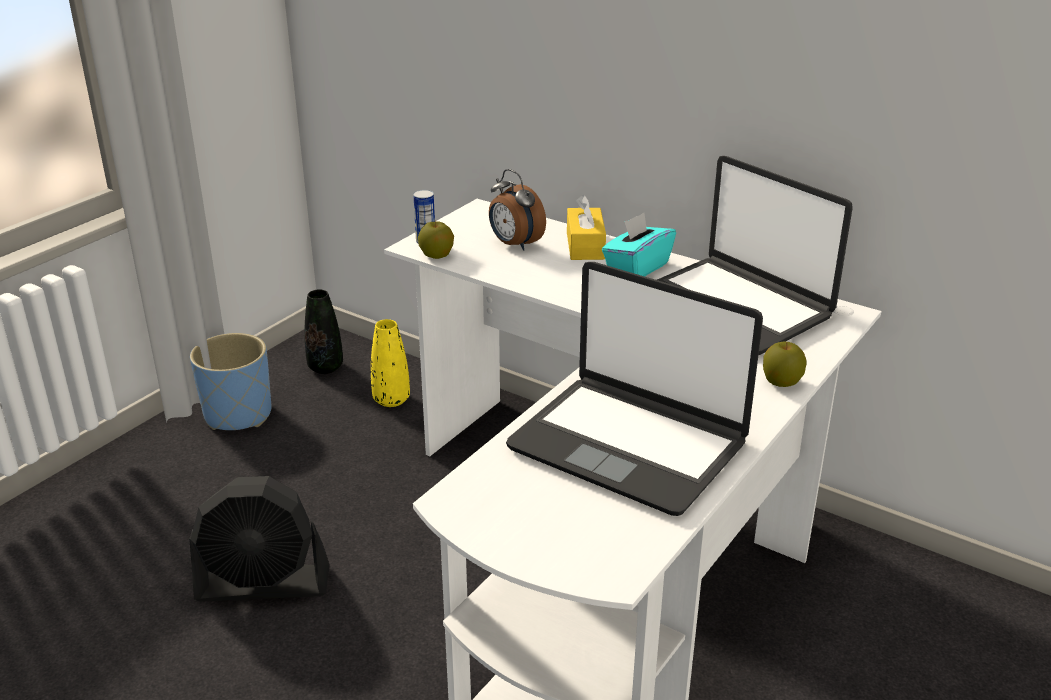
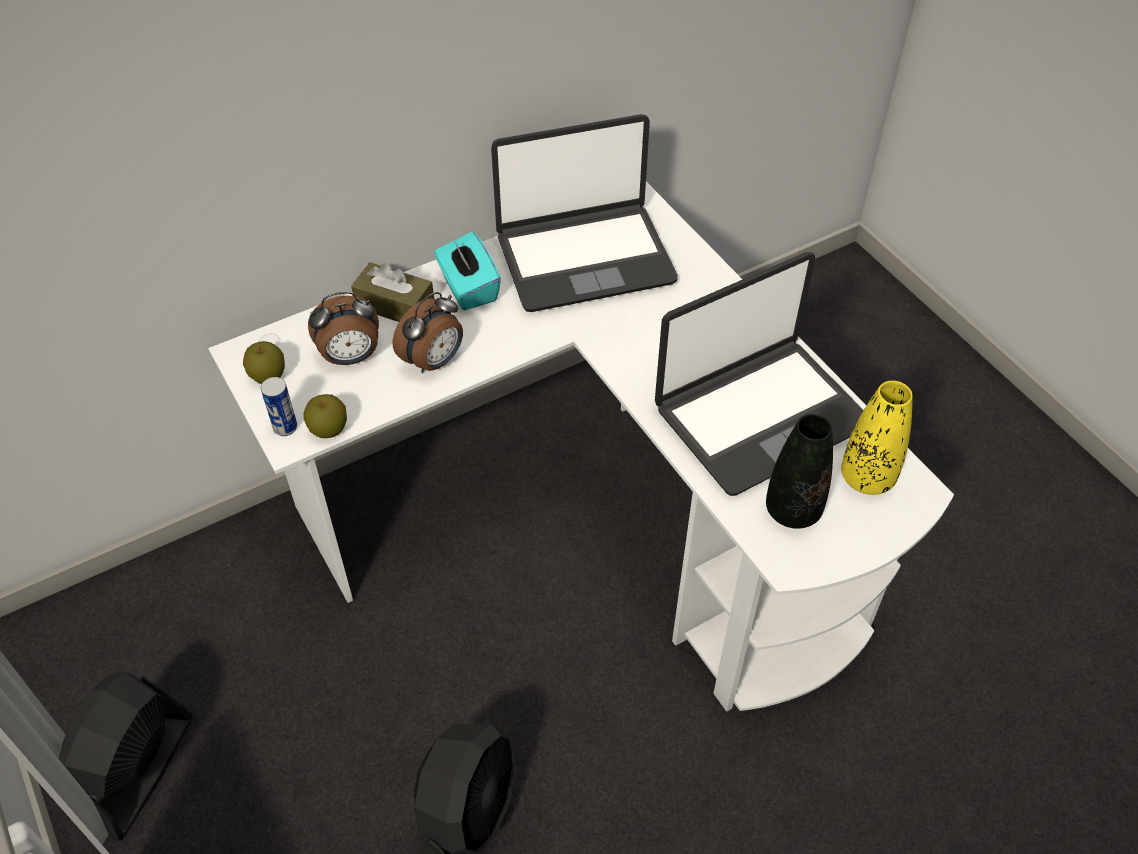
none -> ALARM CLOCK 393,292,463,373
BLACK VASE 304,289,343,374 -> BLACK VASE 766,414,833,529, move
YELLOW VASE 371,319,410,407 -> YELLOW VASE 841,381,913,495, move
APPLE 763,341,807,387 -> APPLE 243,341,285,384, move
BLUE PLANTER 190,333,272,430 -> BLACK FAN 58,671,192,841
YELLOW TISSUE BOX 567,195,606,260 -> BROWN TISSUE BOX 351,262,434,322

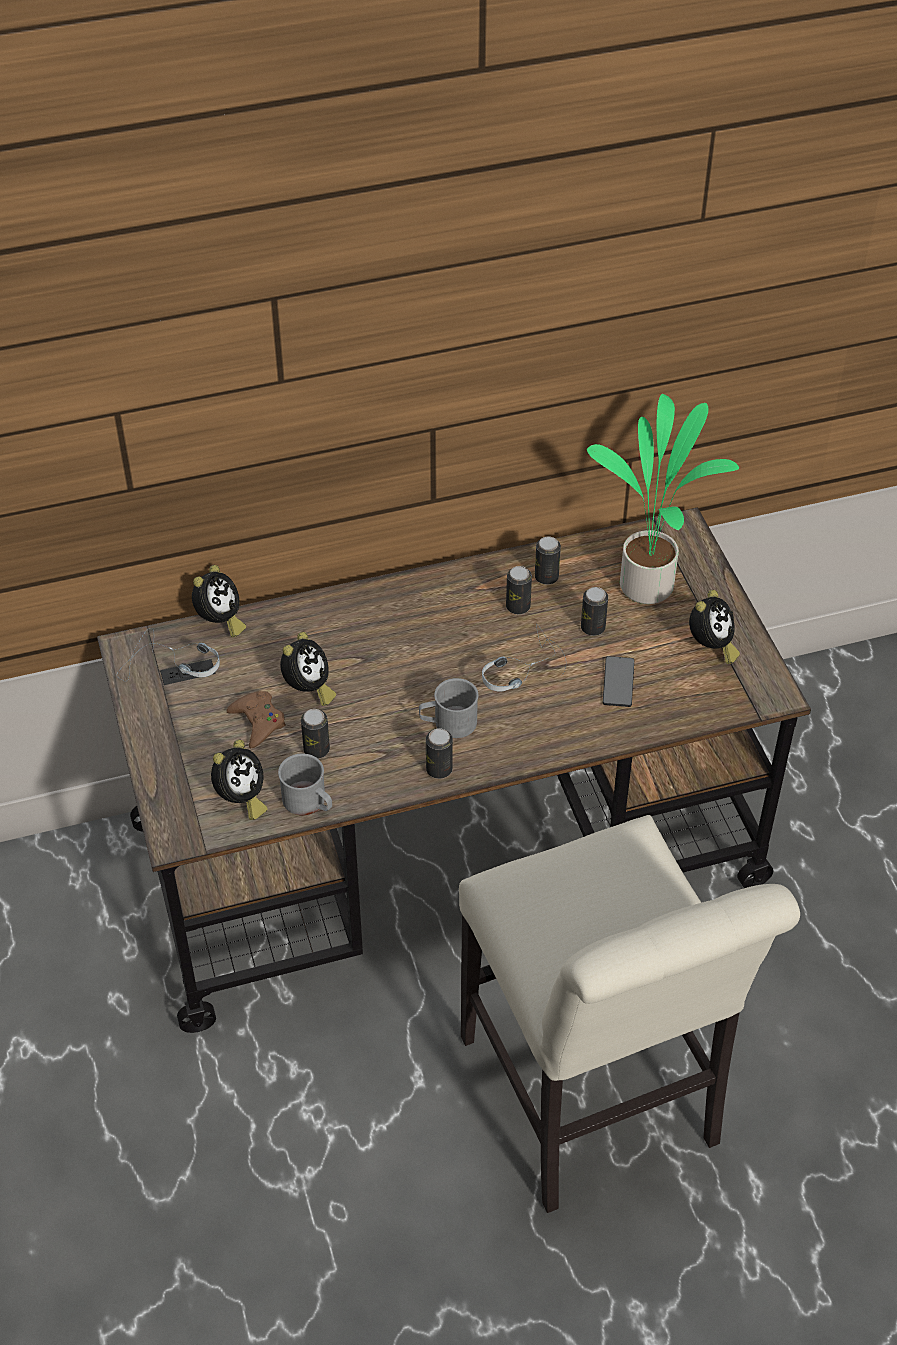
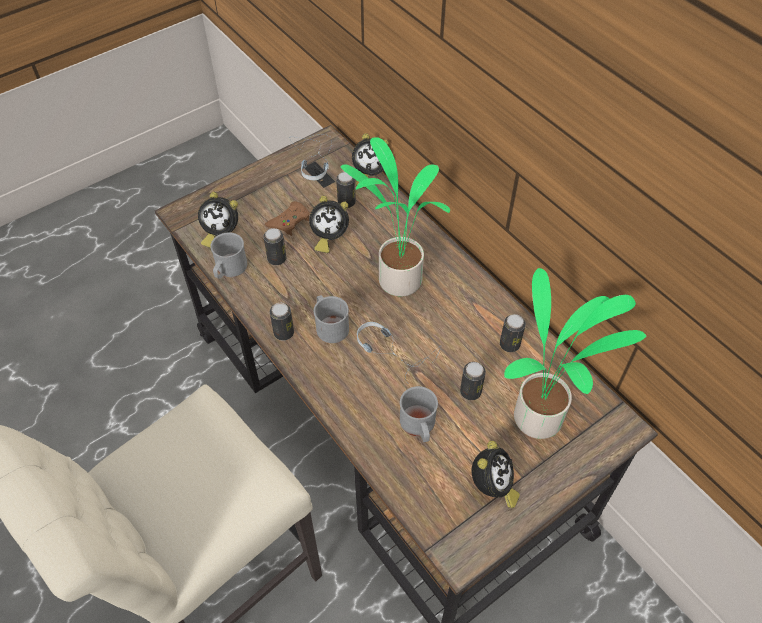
none -> POTTED PLANT 340,137,450,296
CAN 506,566,532,614 -> CAN 336,172,356,208, move
PHONE 603,656,634,707 -> GREY MUG 400,386,438,442
ALARM CLOCK 689,590,740,664 -> ALARM CLOCK 472,441,520,508, 75 degrees counterclockwise

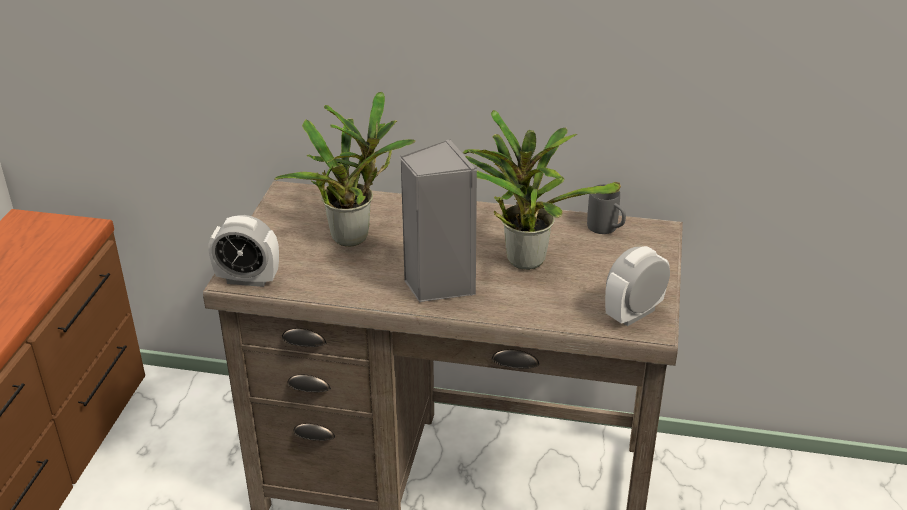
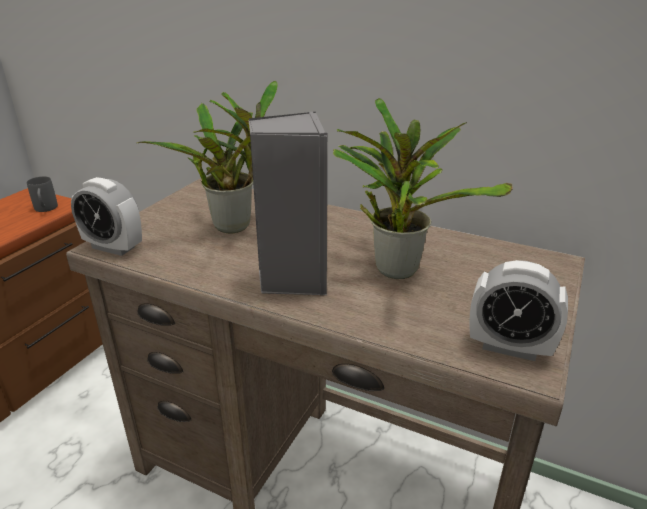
GREY MUG 587,184,626,234 -> GREY MUG 27,176,58,212, move
ALARM CLOCK 605,246,670,326 -> ALARM CLOCK 469,260,568,361, 135 degrees counterclockwise

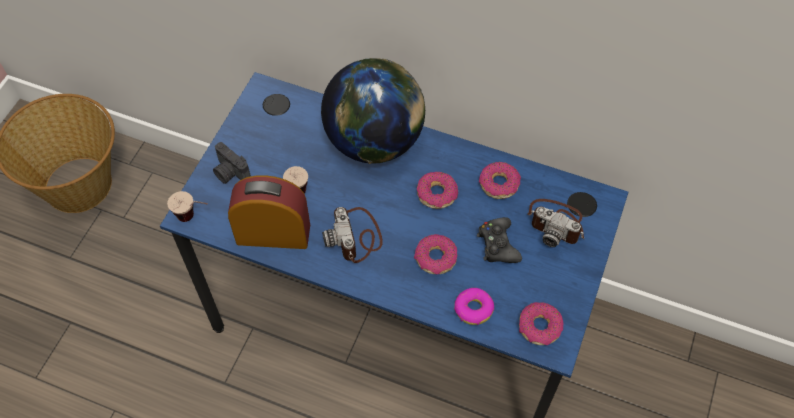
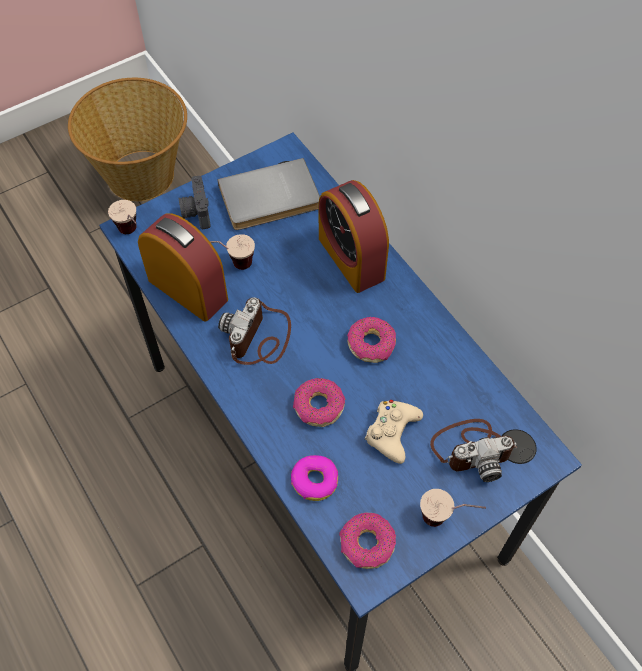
DONUT 479,162,521,199 -> none
none -> GREY BOOK 217,158,320,230
none -> CUP 420,489,486,527
GLOBE 321,58,425,164 -> ALARM CLOCK 319,180,389,293
BLACK GAME CONTROLLER 477,217,522,263 -> BEIGE GAME CONTROLLER 365,400,423,464
PHOTO CAMERA 527,199,584,247 -> PHOTO CAMERA 430,419,517,482, 75 degrees counterclockwise

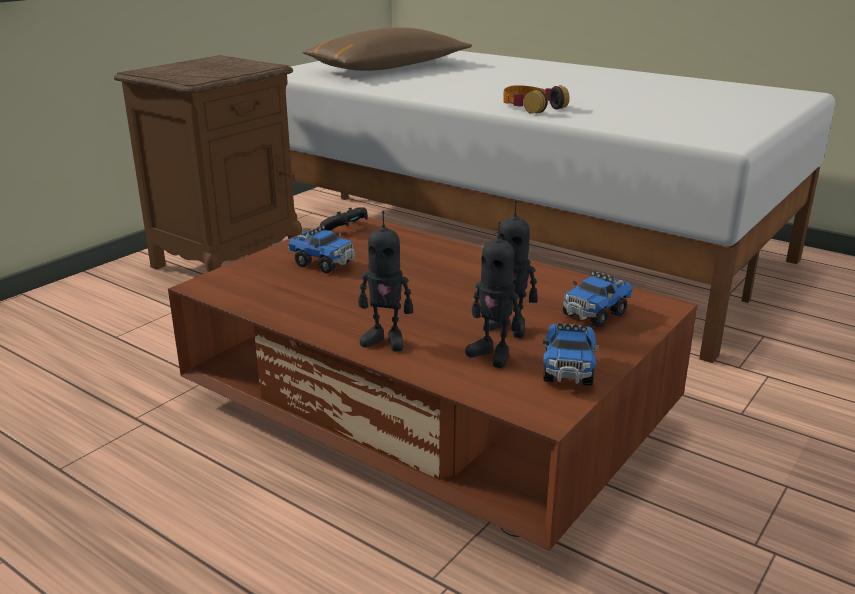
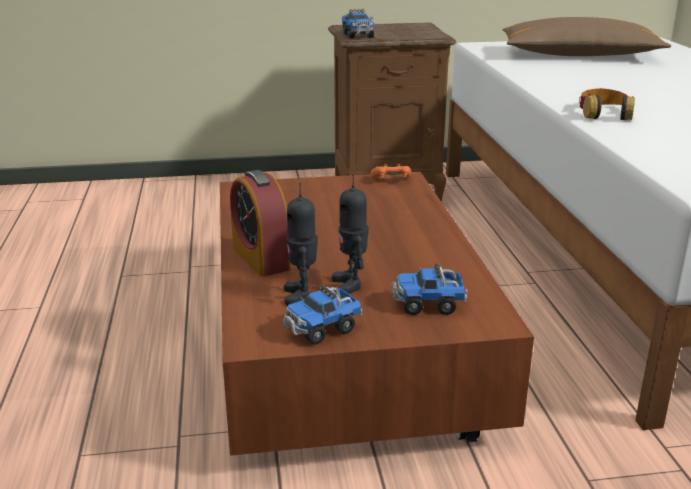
TOY TRUCK 288,225,355,273 -> TOY TRUCK 342,9,374,39, move
TOY ROBOT 358,211,413,351 -> ALARM CLOCK 230,170,291,277
BLACK GAME CONTROLLER 320,207,368,231 -> ORANGE GAME CONTROLLER 371,164,411,178

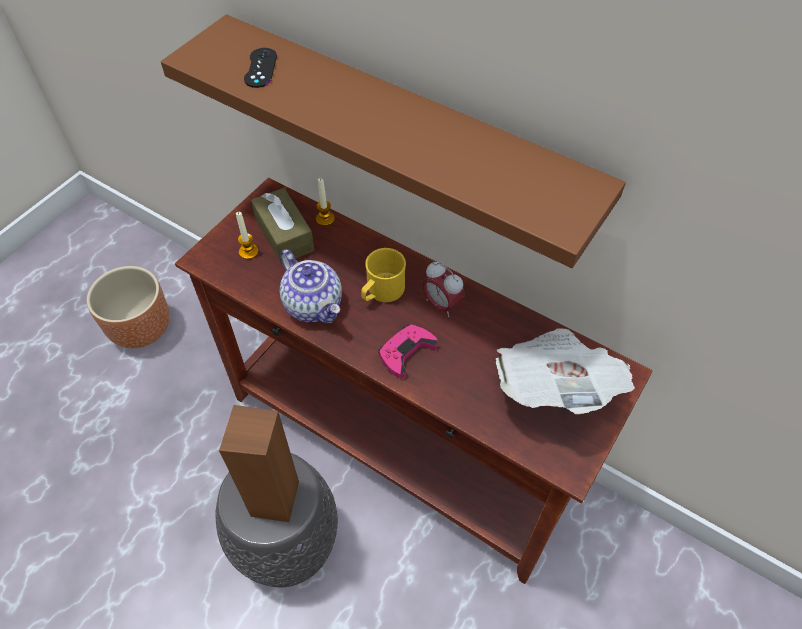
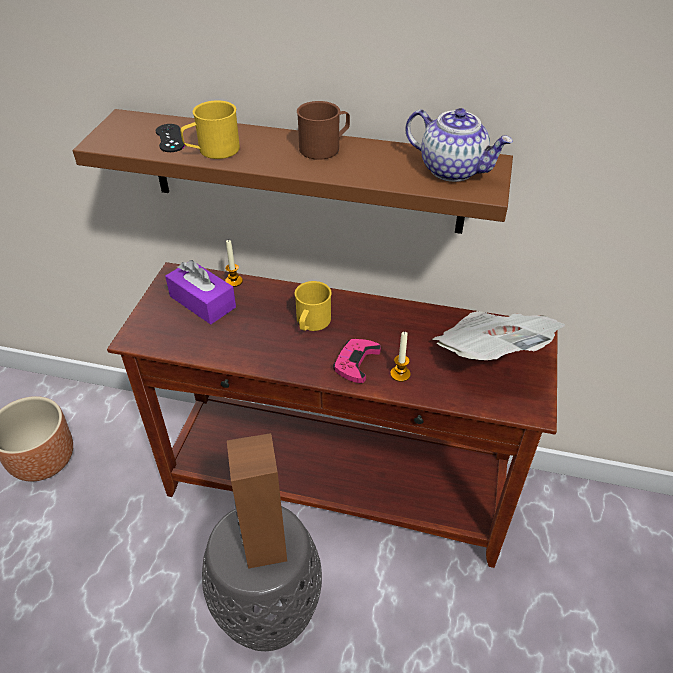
ALARM CLOCK 422,262,465,317 -> none
none -> YELLOW MUG 180,100,240,159
none -> BROWN MUG 297,101,350,160
CANDLE 236,212,259,259 -> CANDLE 391,332,411,382, move
TEAPOT 280,249,342,323 -> TEAPOT 406,108,513,182, move
BROWN TISSUE BOX 251,188,314,264 -> PURPLE TISSUE BOX 165,260,236,324

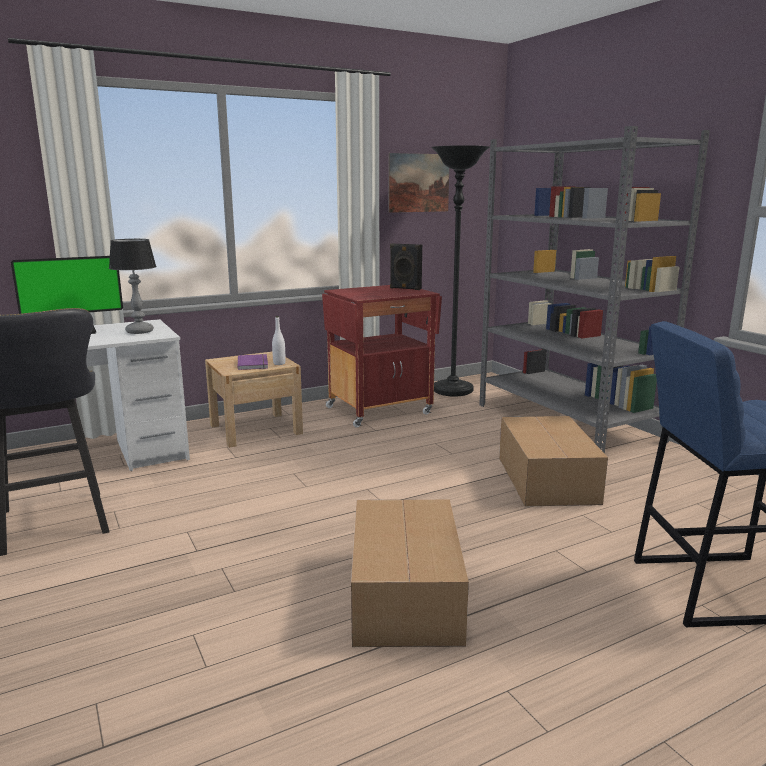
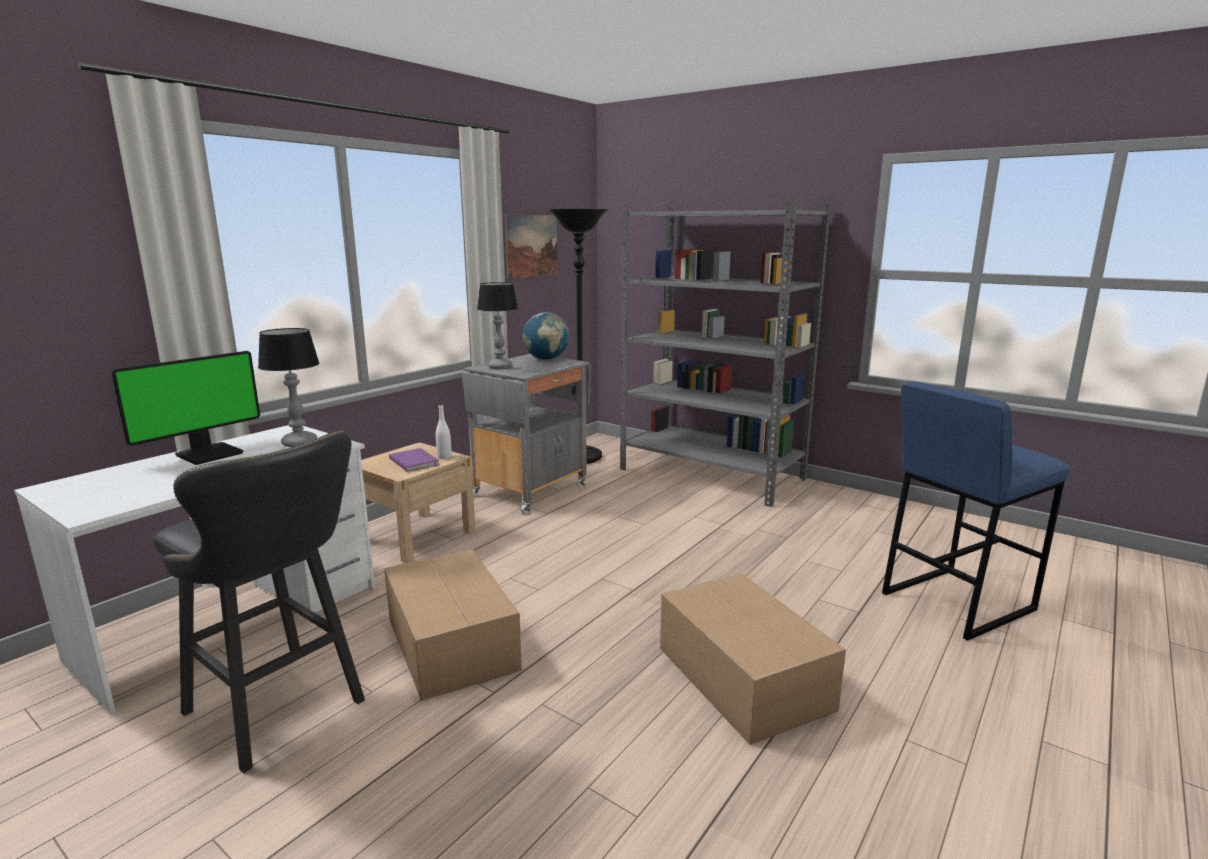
none -> TABLE LAMP 477,282,518,369
CARDBOARD BOX 499,416,608,506 -> CARDBOARD BOX 384,549,522,701, move
BLACK SPEAKER 390,244,422,290 -> GLOBE 522,312,569,360
RED CART 322,285,442,428 -> GREY CART 462,354,591,514

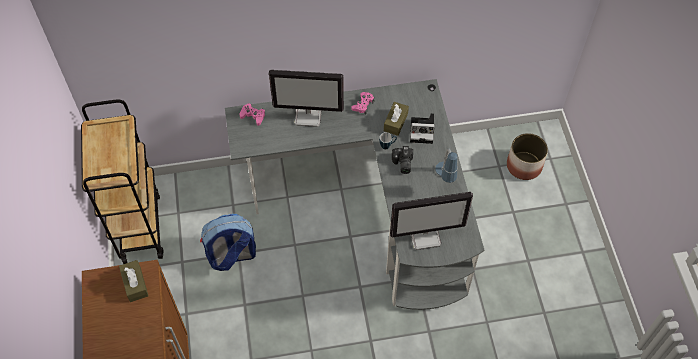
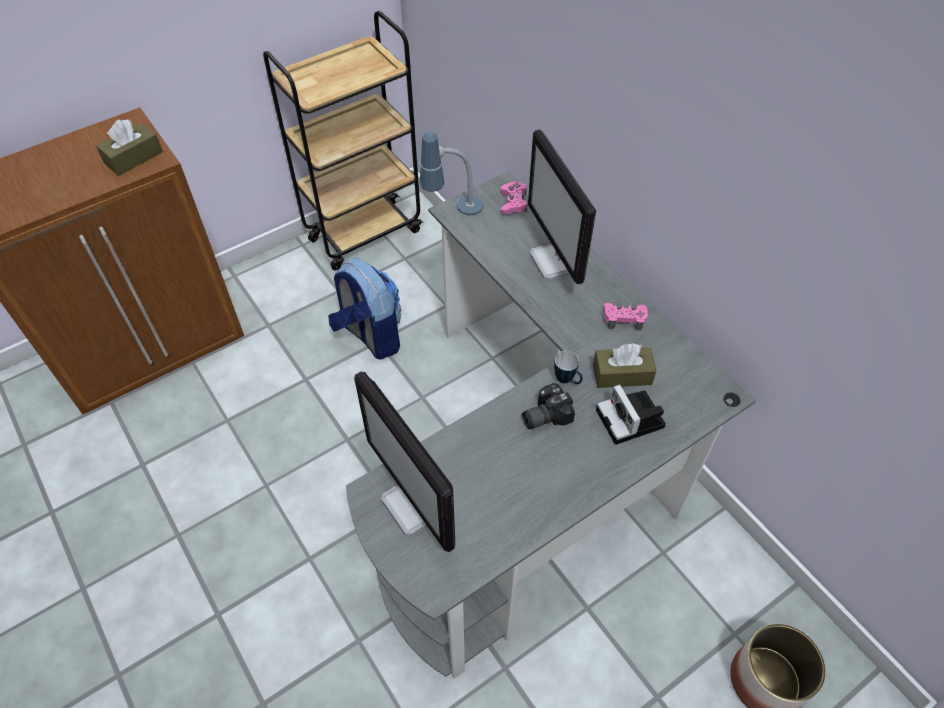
TABLE LAMP 435,148,458,183 -> TABLE LAMP 420,132,484,215, move

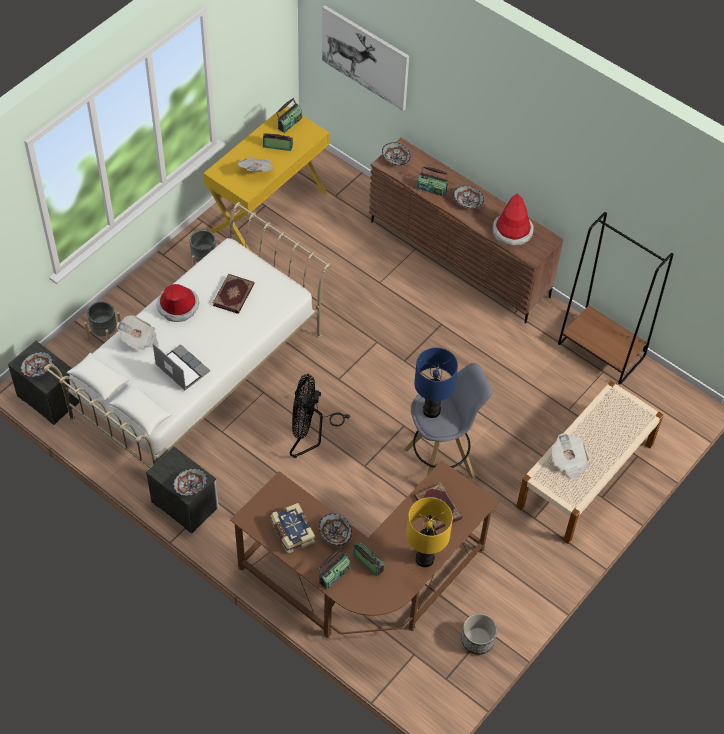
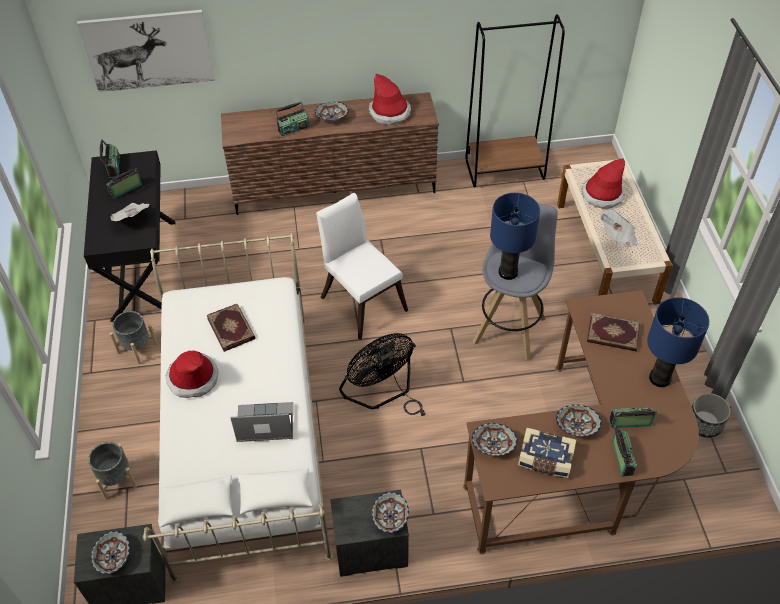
NEWSPAPER 117,315,159,350 -> none
none -> WHITE CHAIR 316,193,408,340
none -> HAT 581,159,625,209
BOWL 382,142,411,165 -> BOWL 472,423,518,456, move
YELLOW CONSOLE TABLE 203,106,329,250 -> BLACK CONSOLE TABLE 84,150,176,322
YELLOW TABLE LAMP 406,497,453,567 -> BLUE TABLE LAMP 647,297,709,387
BLACK FAN 290,374,351,459 -> BLACK FAN 339,333,425,416, 105 degrees clockwise

